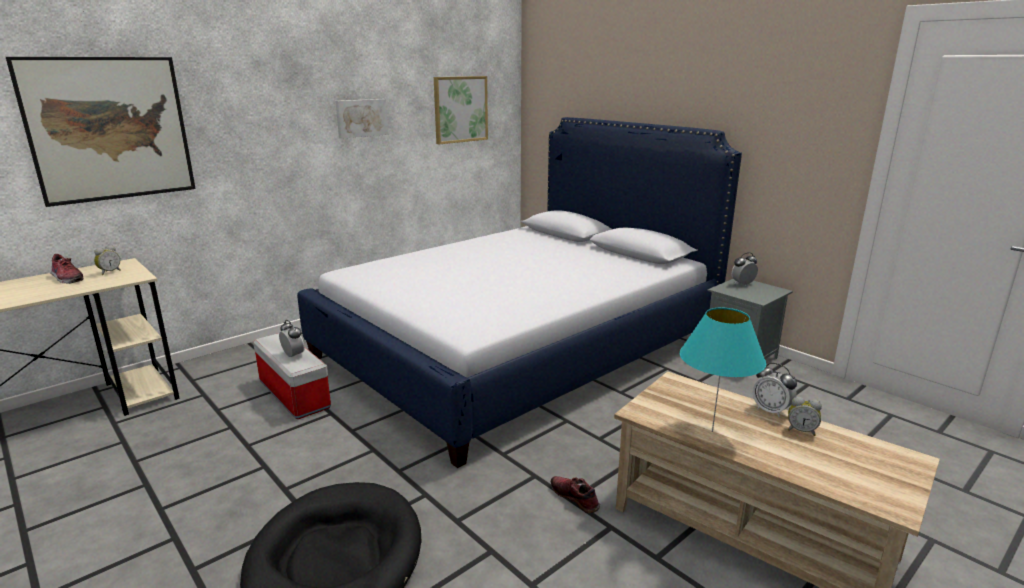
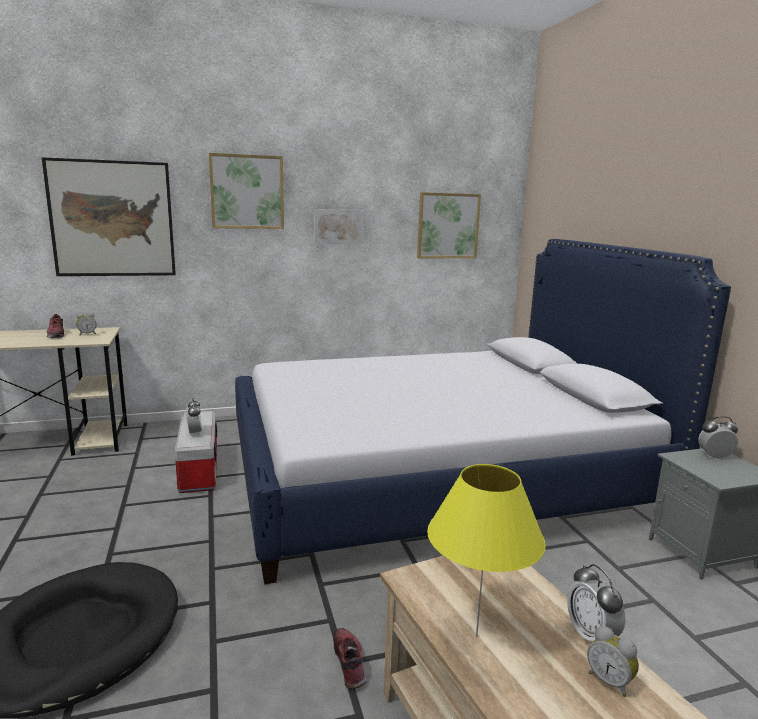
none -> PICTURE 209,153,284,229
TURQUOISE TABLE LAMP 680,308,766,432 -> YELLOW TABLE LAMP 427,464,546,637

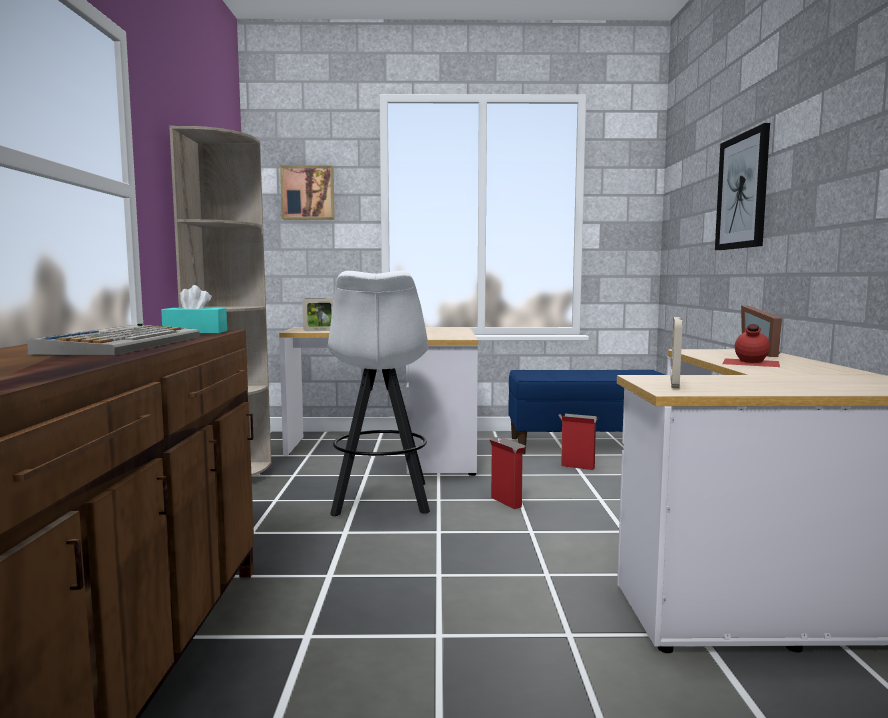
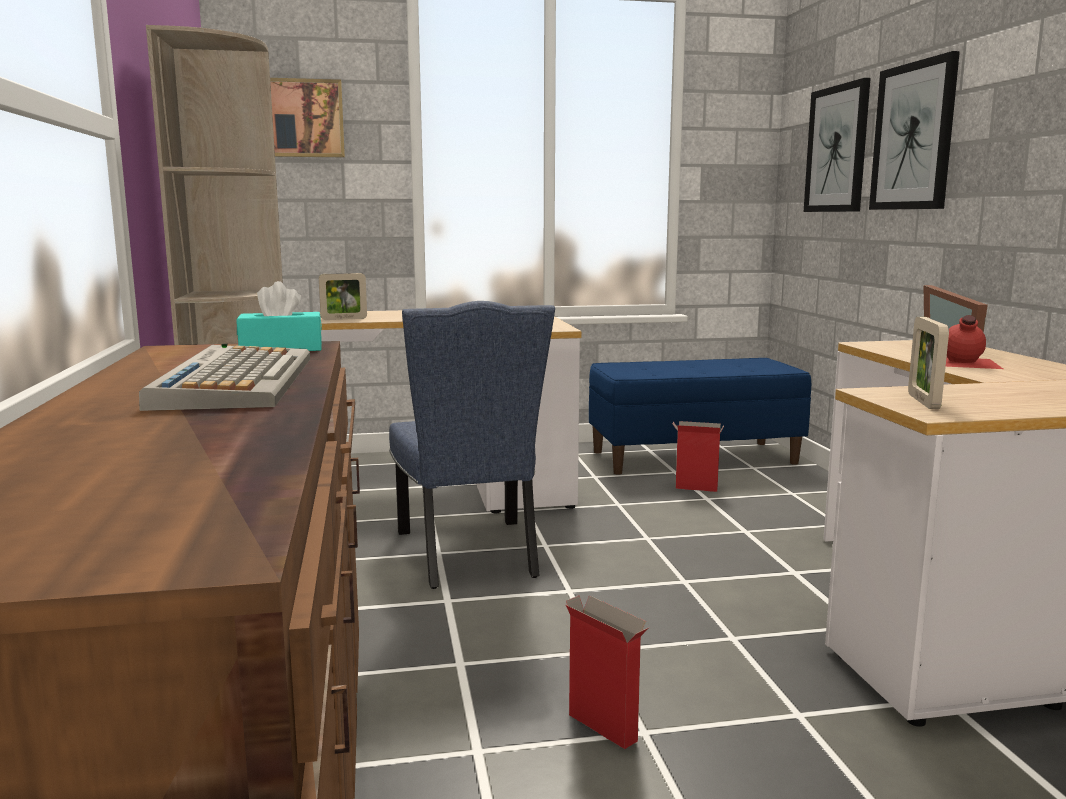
none -> PICTURE 804,78,871,212
CARDBOARD BOX 489,437,526,509 -> CARDBOARD BOX 566,595,649,749, move
WHITE STOOL 328,271,430,516 -> BLUE CHAIR 389,301,555,589

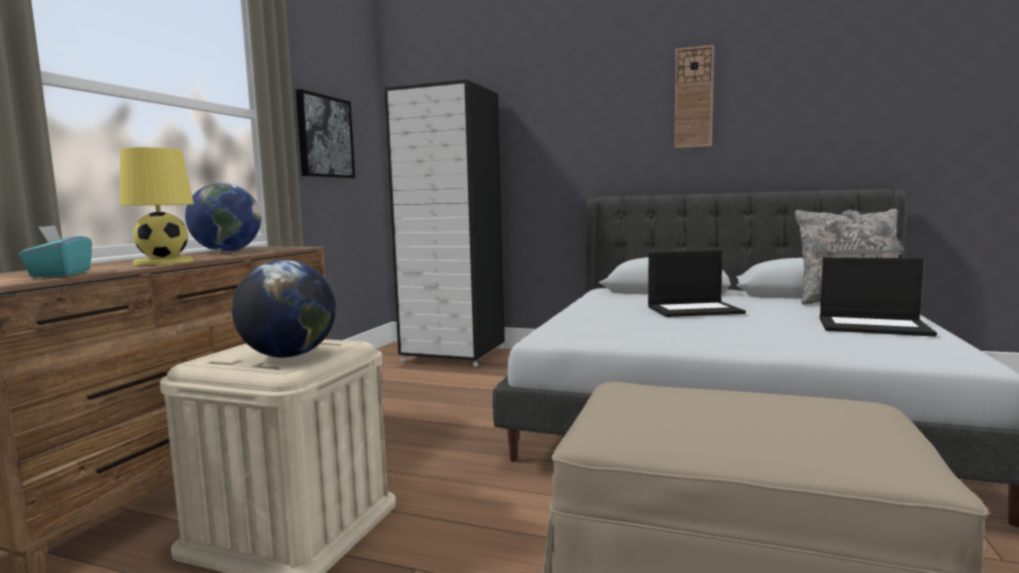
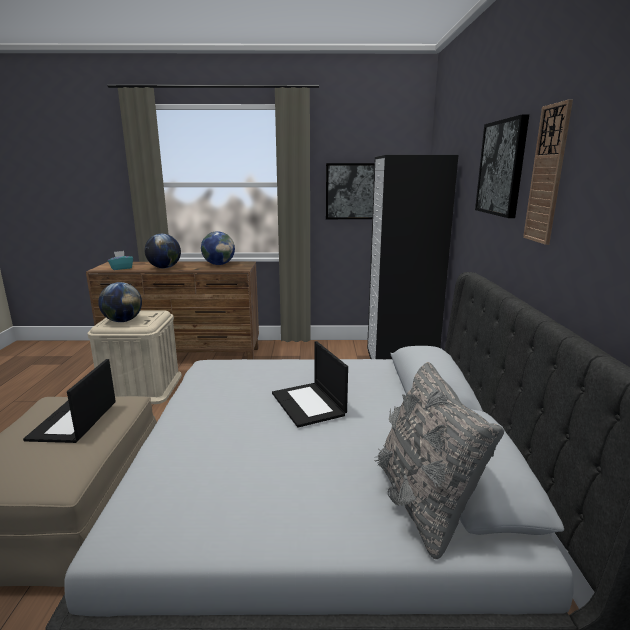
none -> PICTURE 475,114,529,218
LAPTOP 819,257,937,337 -> LAPTOP 23,359,116,443, move
YELLOW TABLE LAMP 119,147,194,265 -> GLOBE 144,234,181,268

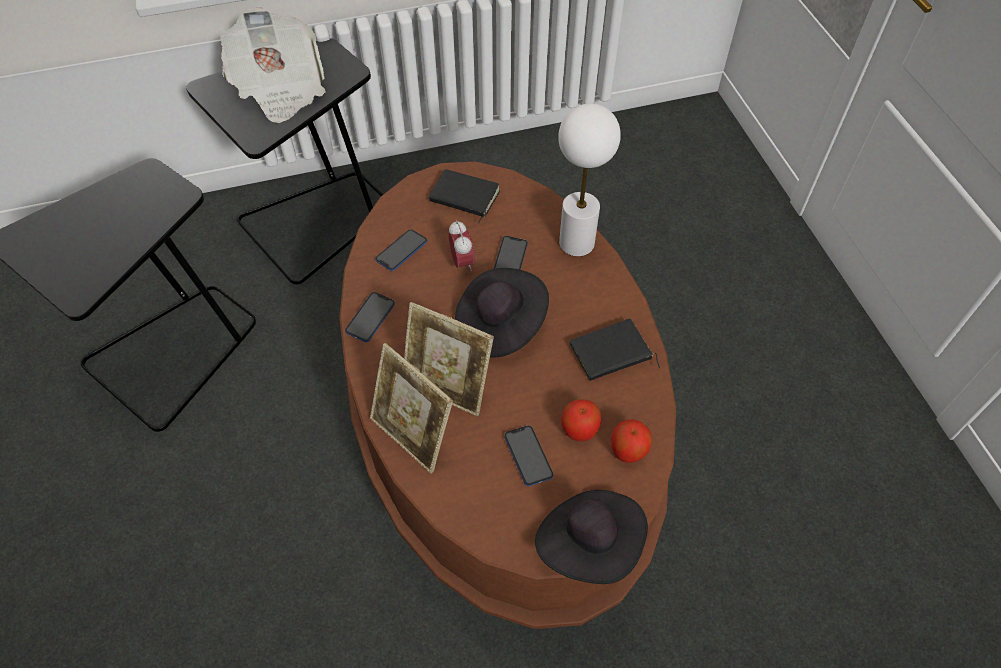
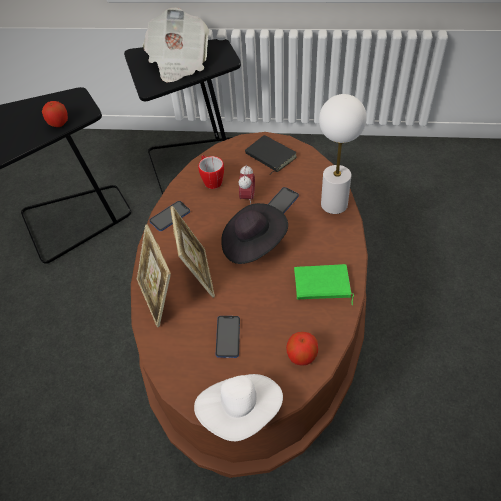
APPLE 561,399,601,441 -> APPLE 42,101,68,127, move
PHONE 375,229,427,271 -> MUG 198,155,224,189
BLACK HAT 535,490,648,584 -> WHITE HAT 194,374,283,442
BLACK BOOK 570,319,660,381 -> GREEN BOOK 294,264,354,305
PICTURE FRAME 404,302,494,416 -> PICTURE FRAME 170,206,215,298, 150 degrees counterclockwise

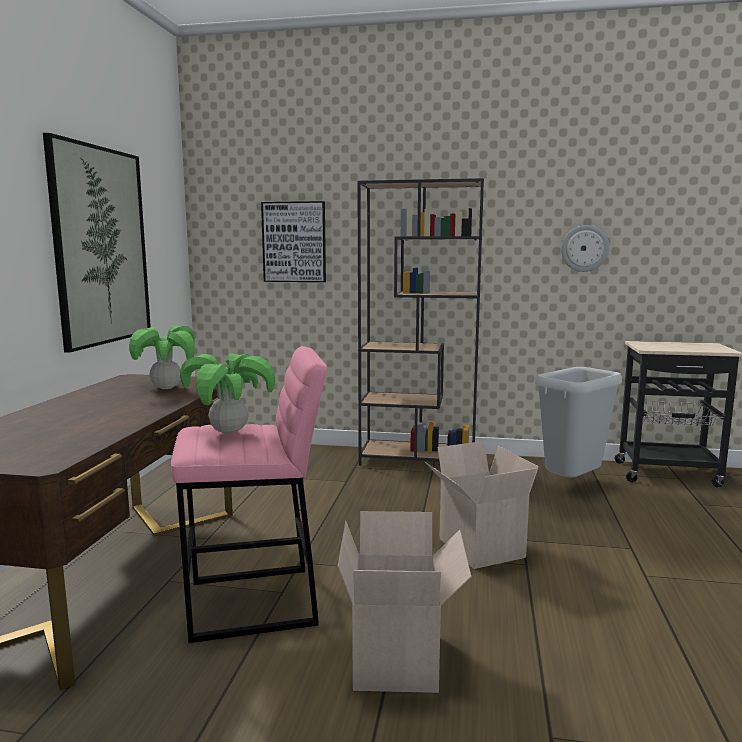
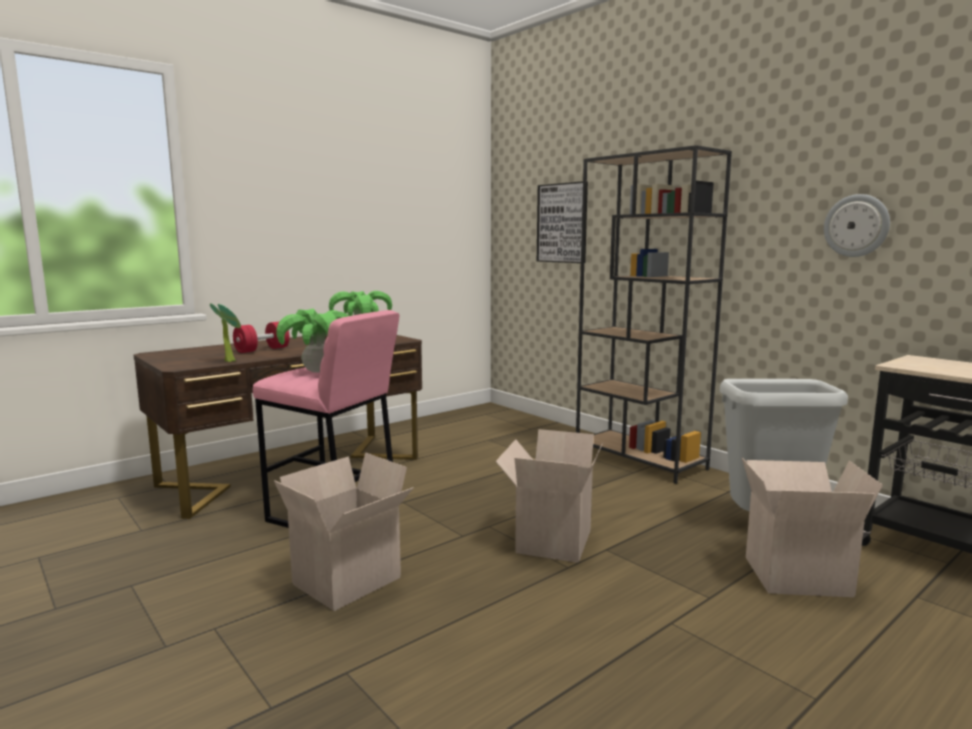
PICTURE 43,133,151,353 -> none
none -> POTTED PLANT 210,303,241,362
none -> RED DUMBBELL 233,321,289,353
none -> CARDBOARD BOX 742,458,883,597

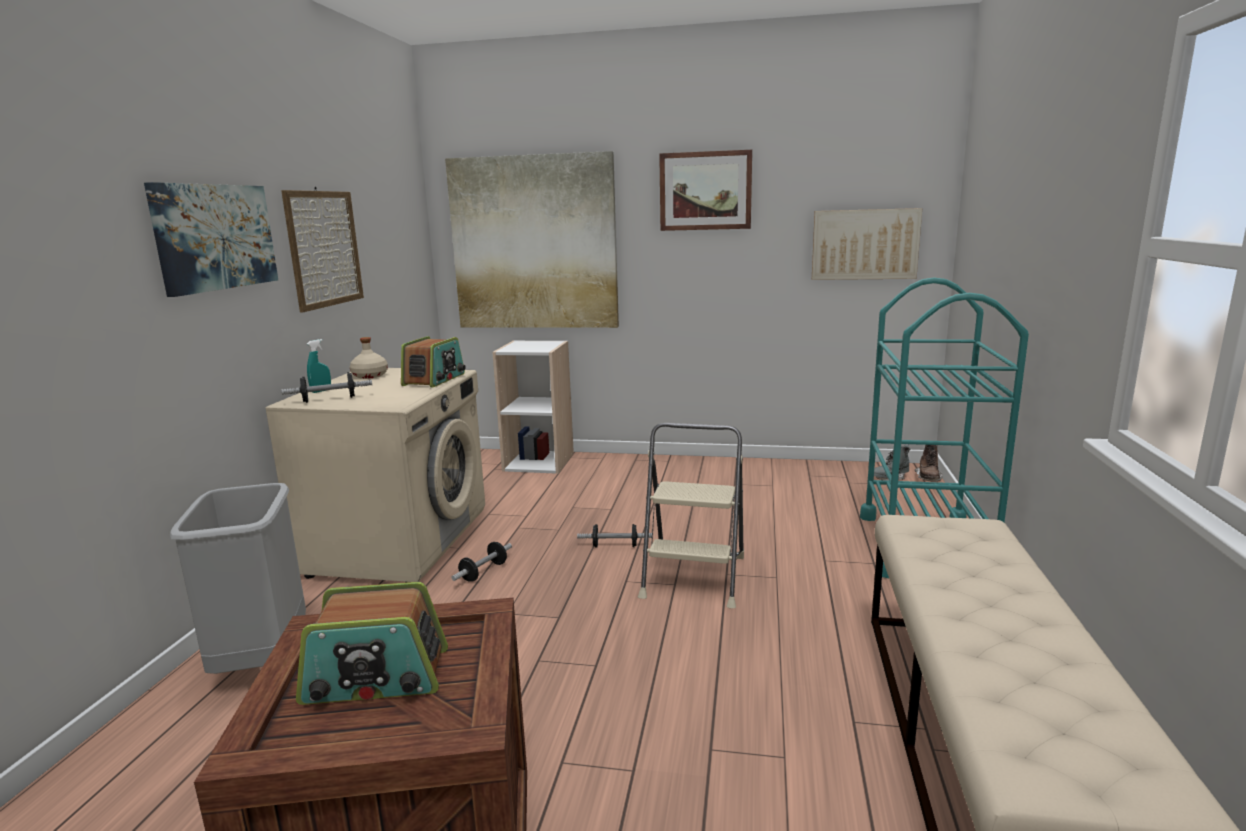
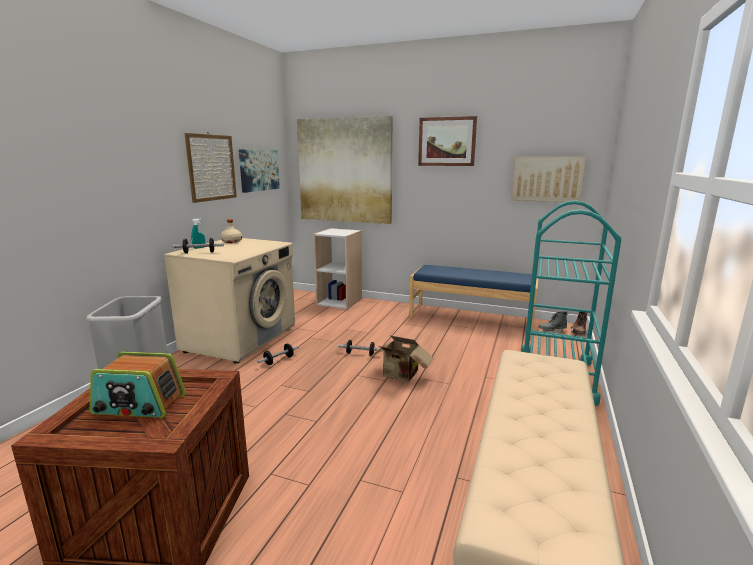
RADIO 401,336,466,388 -> none
none -> BLUE BENCH 409,265,538,330
PICTURE 144,182,278,297 -> PICTURE 239,150,280,193, move
BEIGE STEP LADDER 638,423,744,609 -> CARDBOARD BOX 371,336,434,382

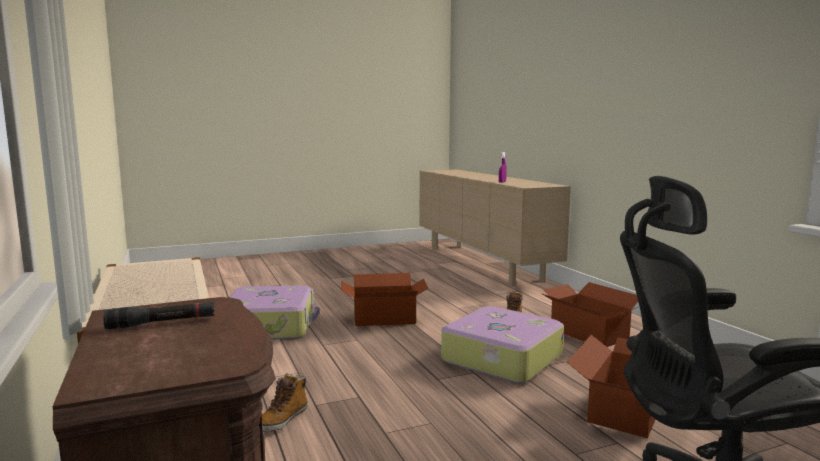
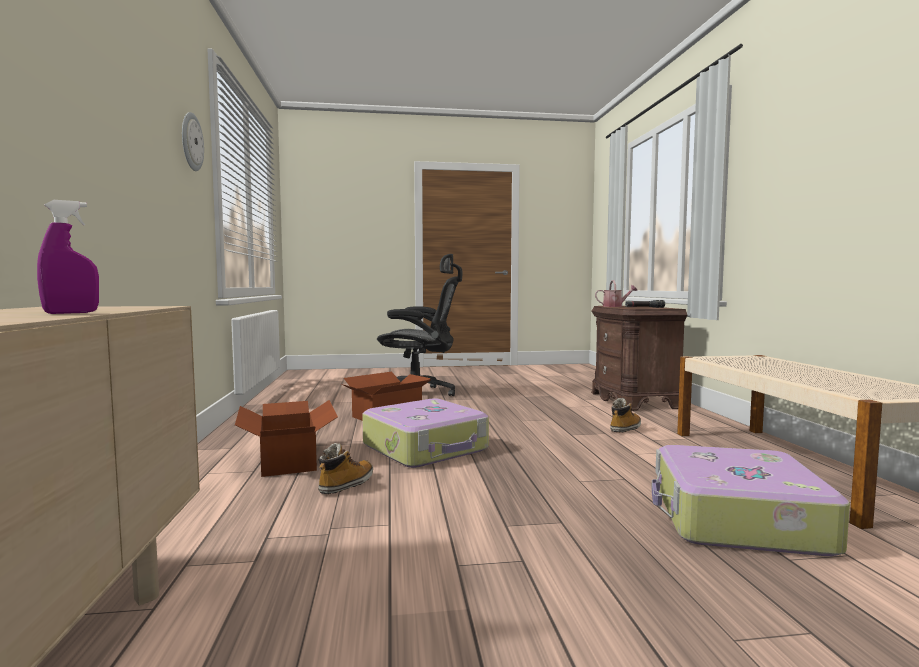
CARDBOARD BOX 342,273,428,326 -> none
none -> WALL CLOCK 182,112,204,171
none -> WATERING CAN 595,280,637,307

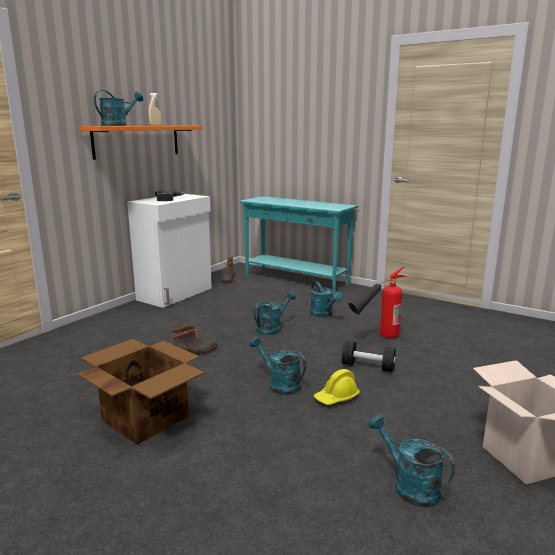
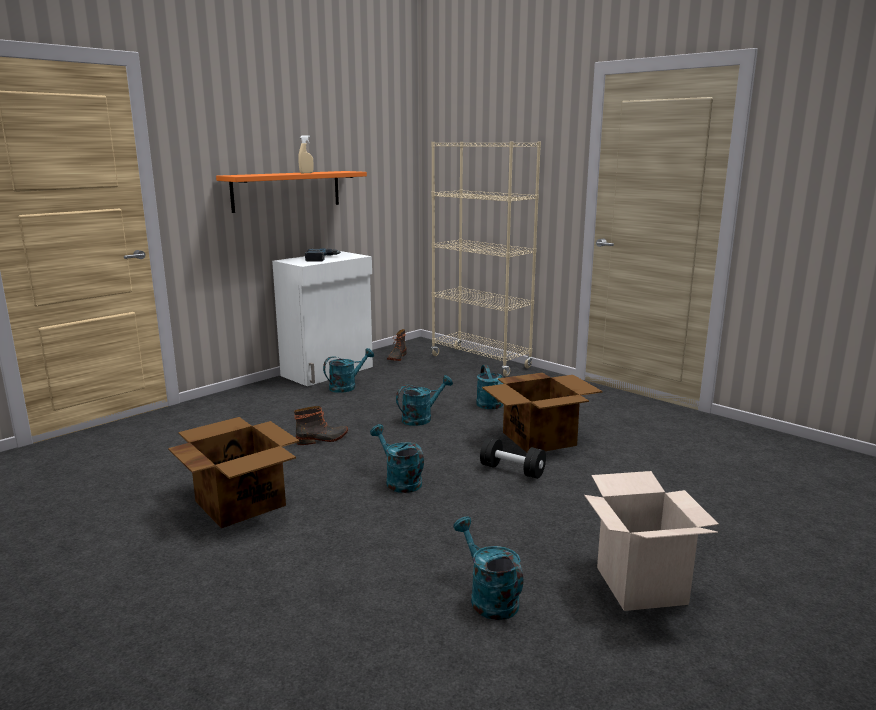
YELLOW HARD HAT 314,369,360,405 -> none
TURQUOISE WATERING CAN 94,90,143,126 -> TURQUOISE WATERING CAN 323,348,374,393, move
TURQUOISE CONSOLE TABLE 239,196,358,293 -> BEIGE BOOKCASE 431,142,541,376
FIRE EXTINGUISHER 348,266,406,339 -> CARDBOARD BOX 482,373,603,453

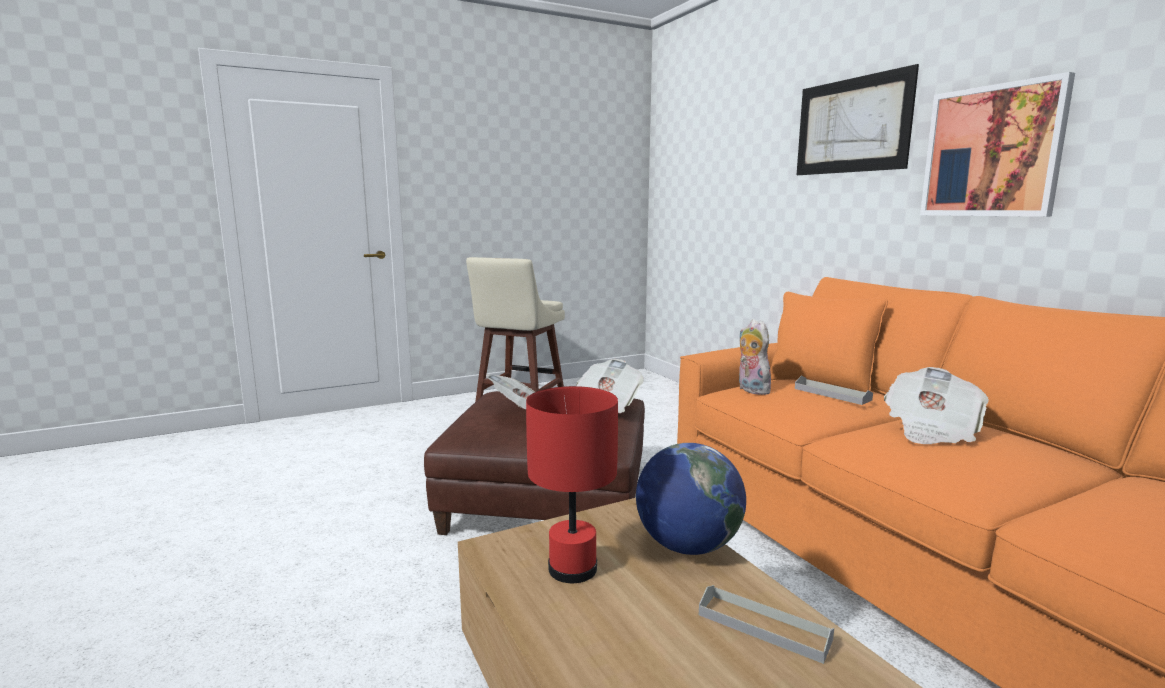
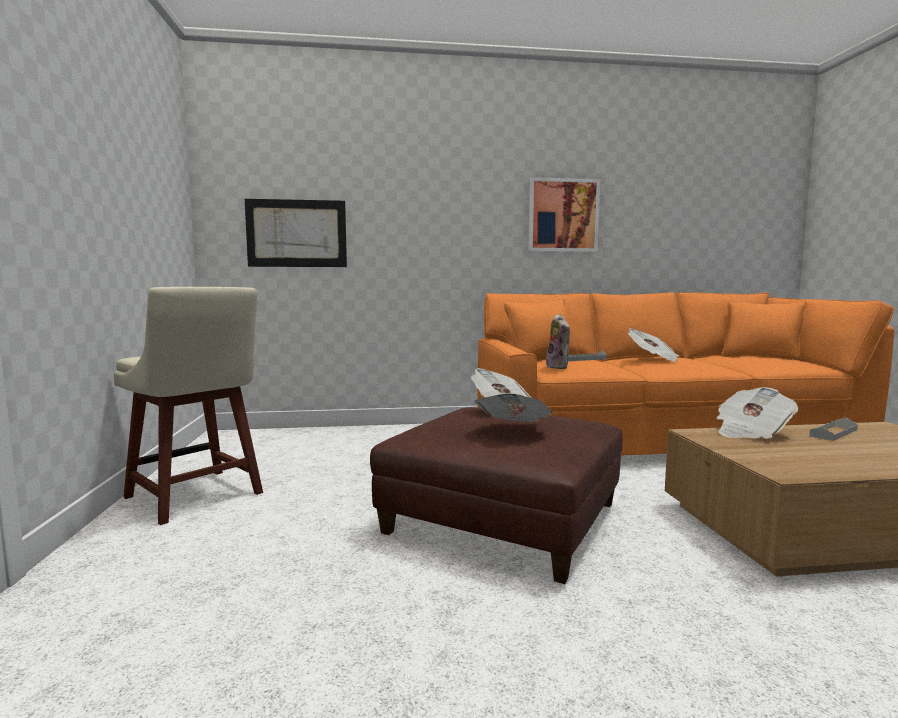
RED TABLE LAMP 526,386,618,583 -> none
PICTURE 797,64,919,175 -> PICTURE 245,199,347,267, move
GLOBE 636,443,746,555 -> NEWSPAPER 717,387,798,439
PLUSH TOY 739,319,771,395 -> PLUSH TOY 546,314,570,369, 105 degrees counterclockwise

